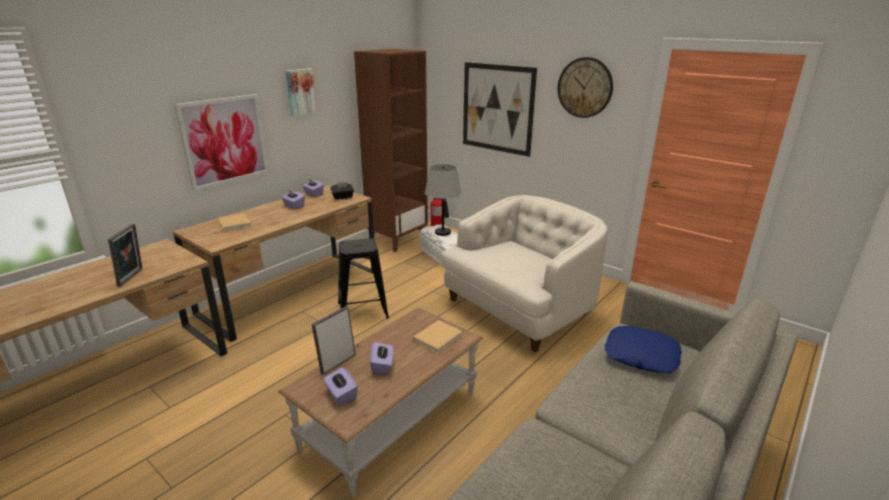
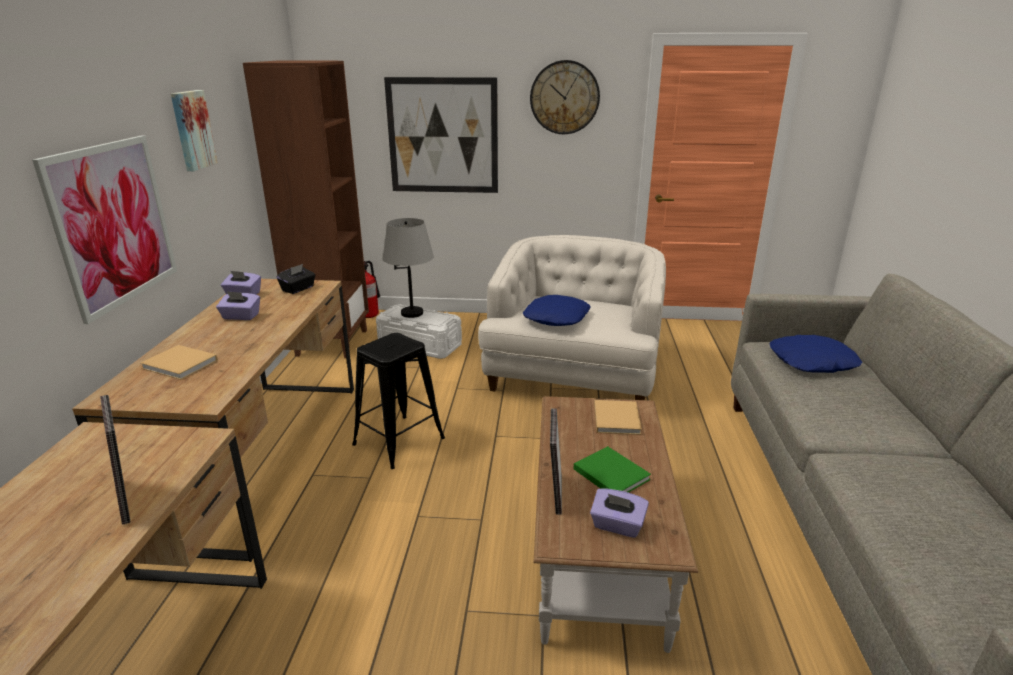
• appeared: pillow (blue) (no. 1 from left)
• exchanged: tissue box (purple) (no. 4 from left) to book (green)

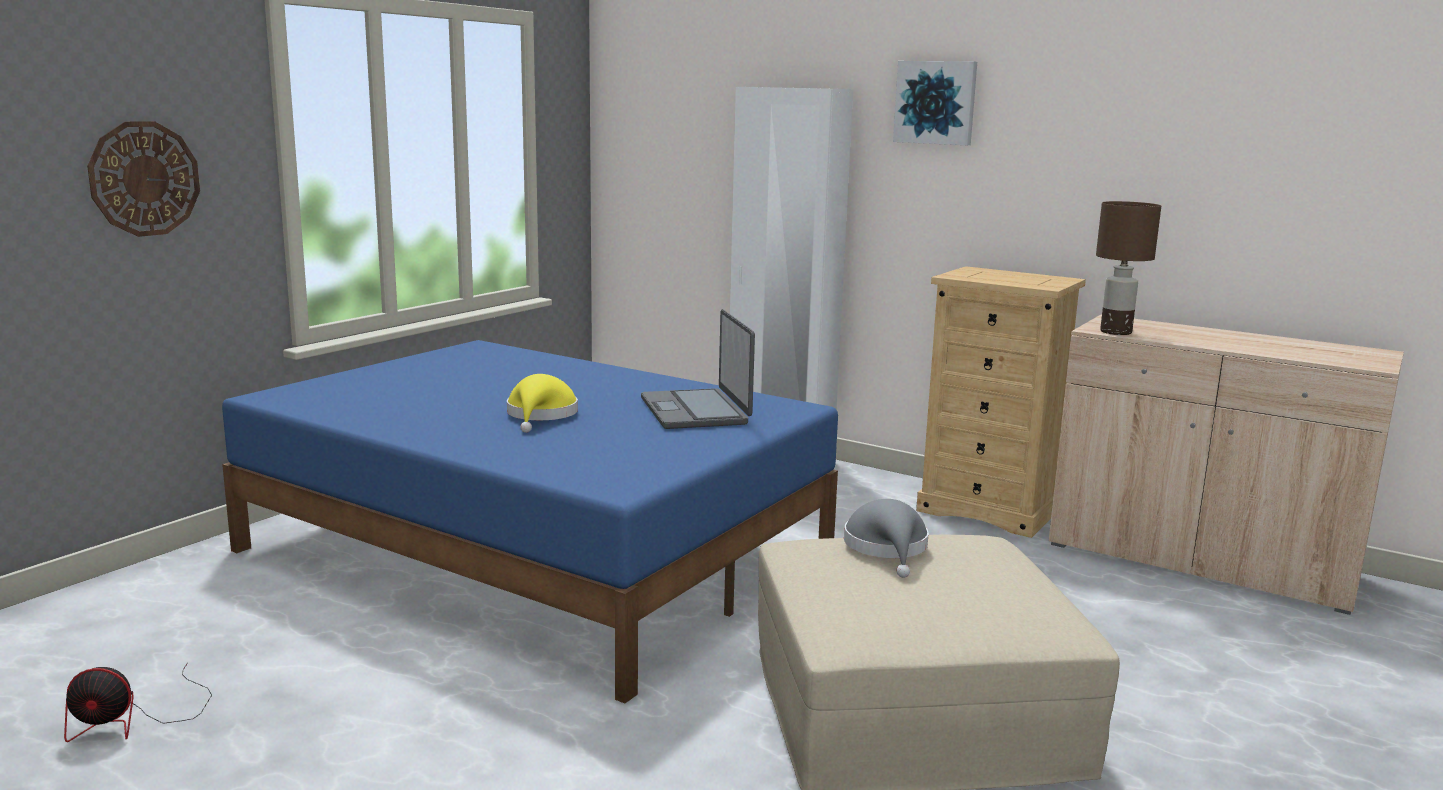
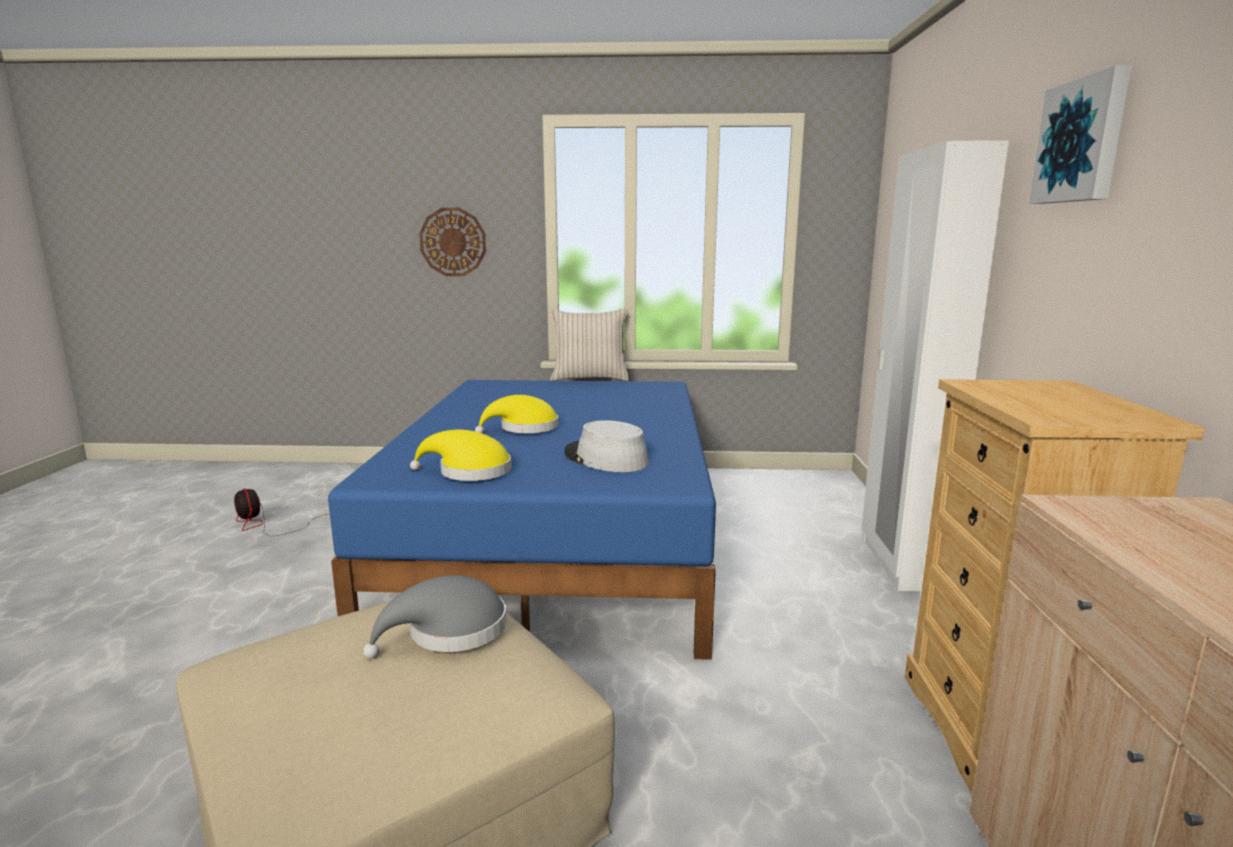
• appeared: hat (yellow) (no. 1 from left)
• appeared: pillow (beige)
• exchanged: laptop to hat (grey) (no. 2 from left)
• missing: table lamp (brown)

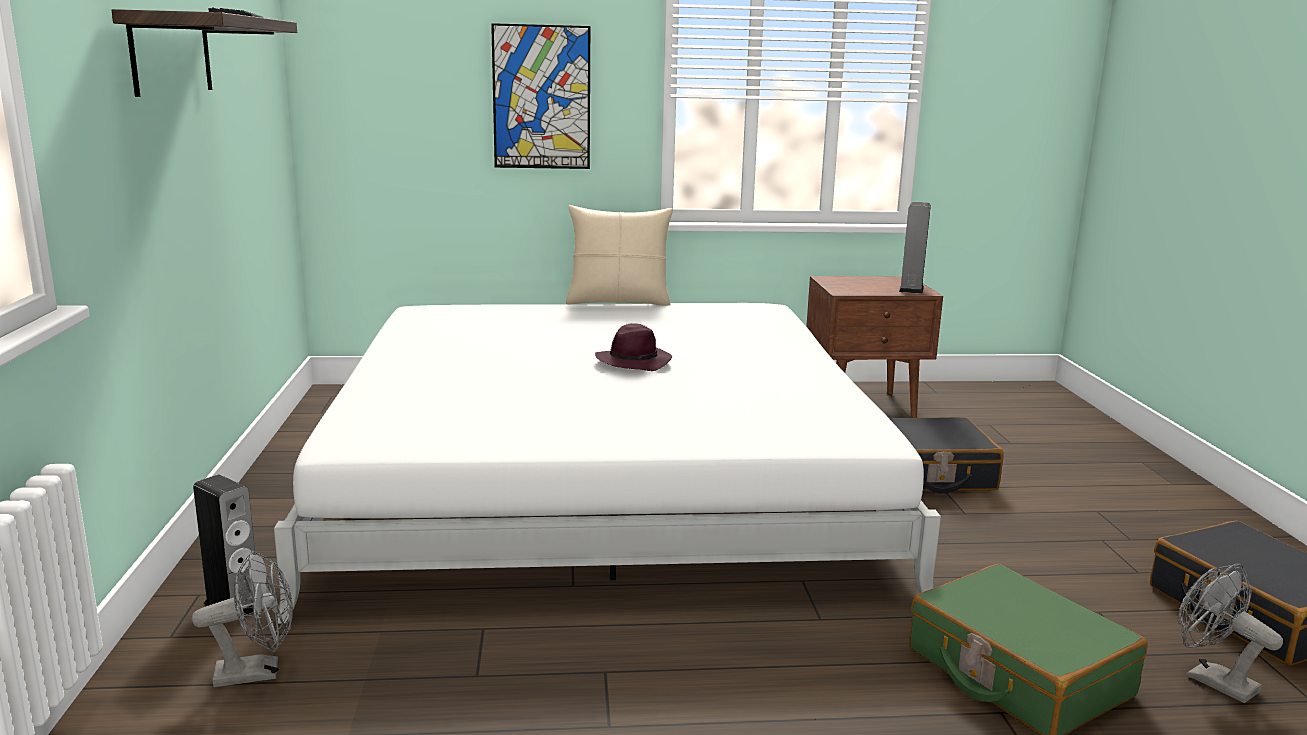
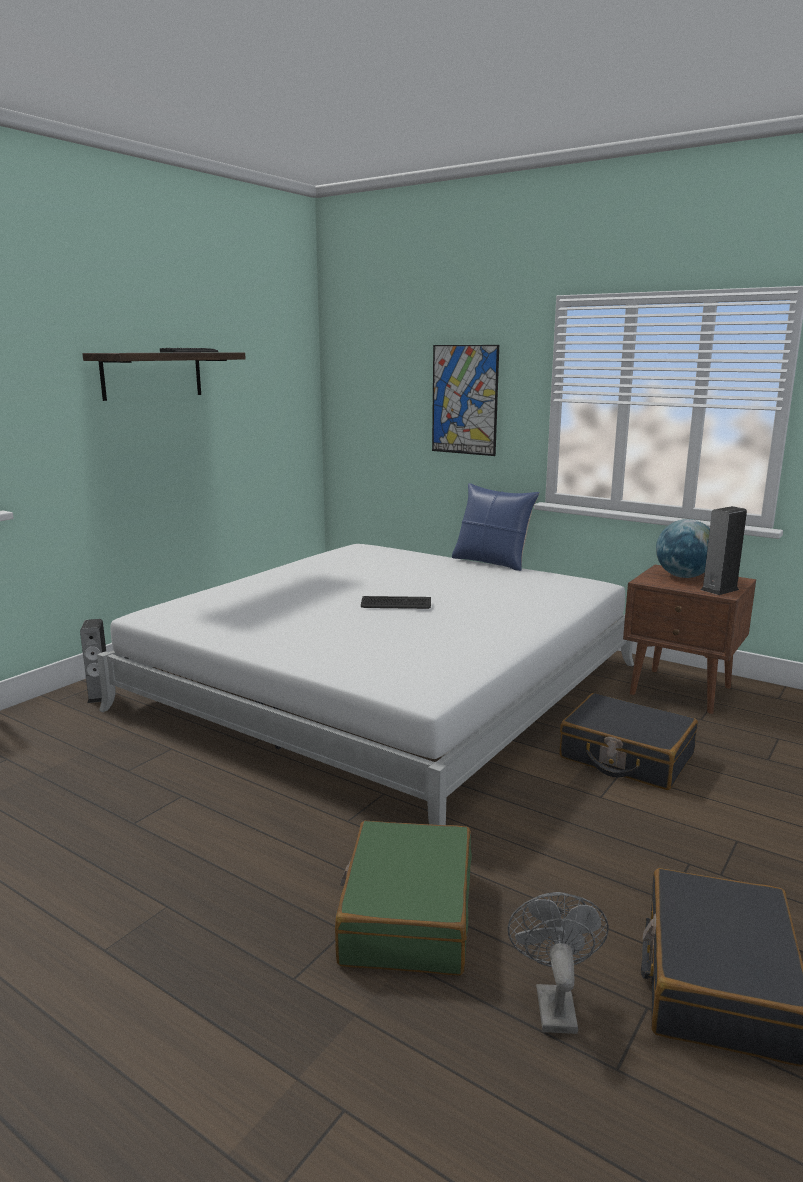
• exchanged: hat (purple) to keyboard (no. 2 from left)
• colour: pillow (beige) to pillow (blue)
• appeared: globe
• missing: fan (grey) (no. 1 from left)

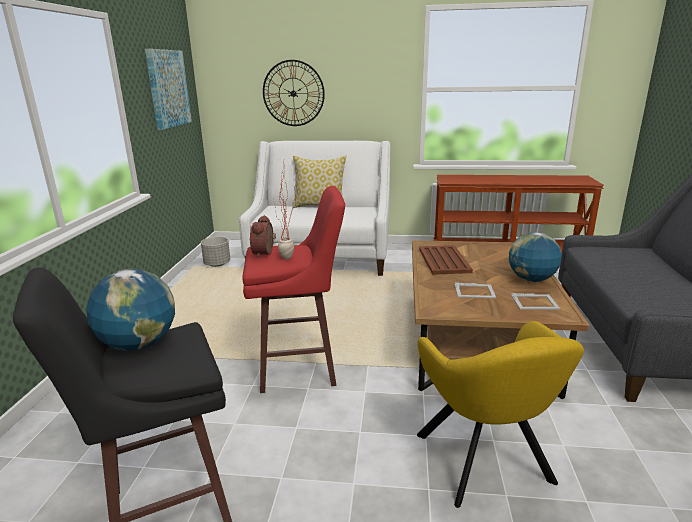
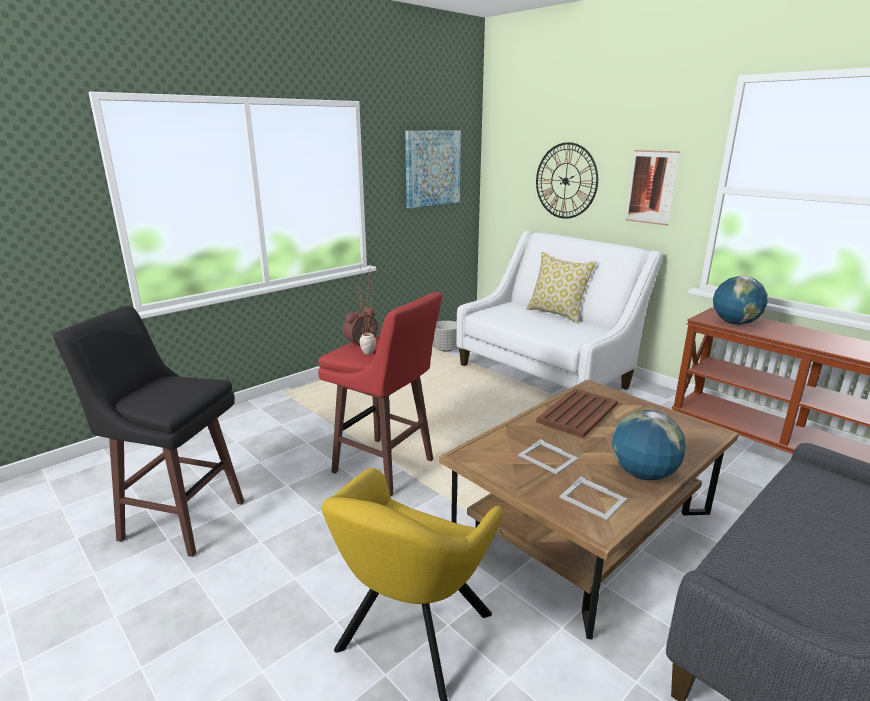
• appeared: picture (no. 2 from left)
• relocated: globe (no. 1 from left in the first image) to globe (no. 2 from left)

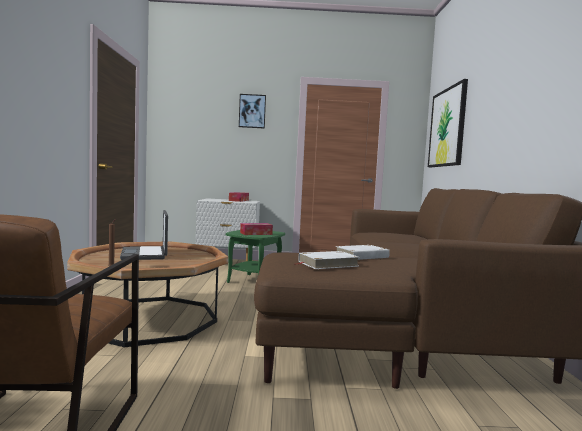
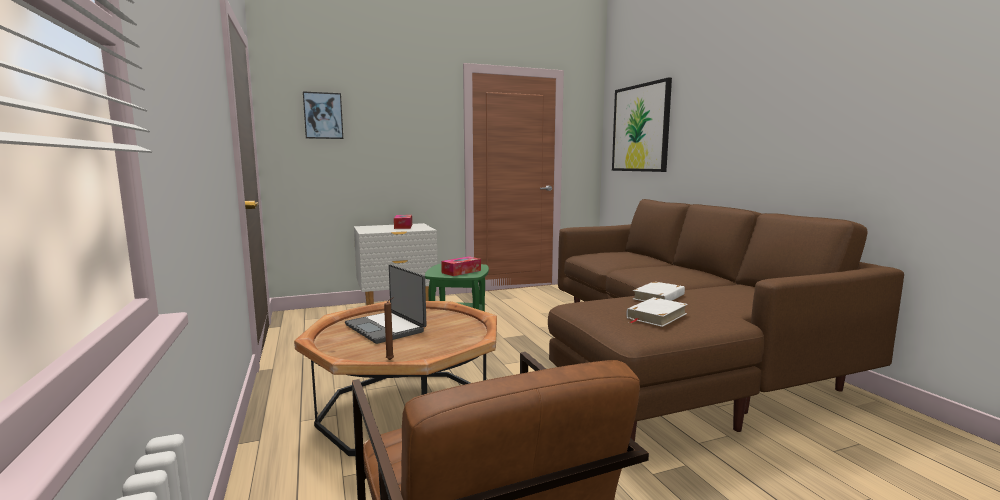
• relocated: picture (no. 1 from left)

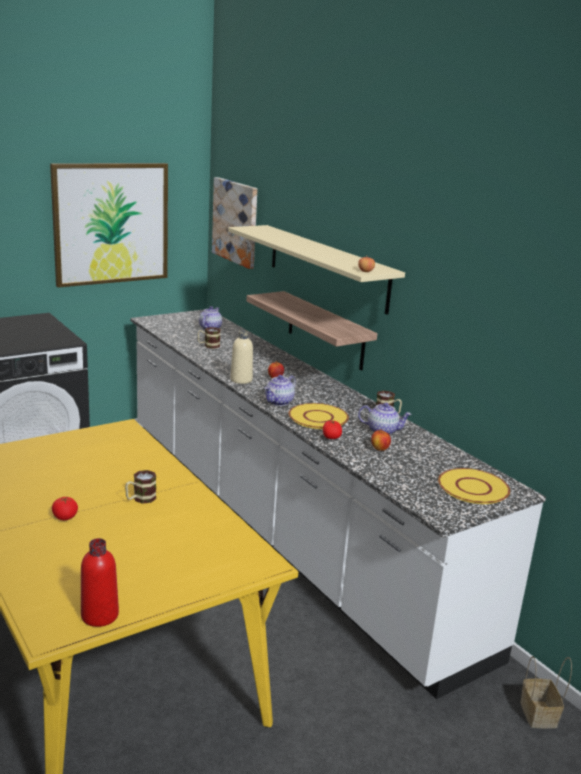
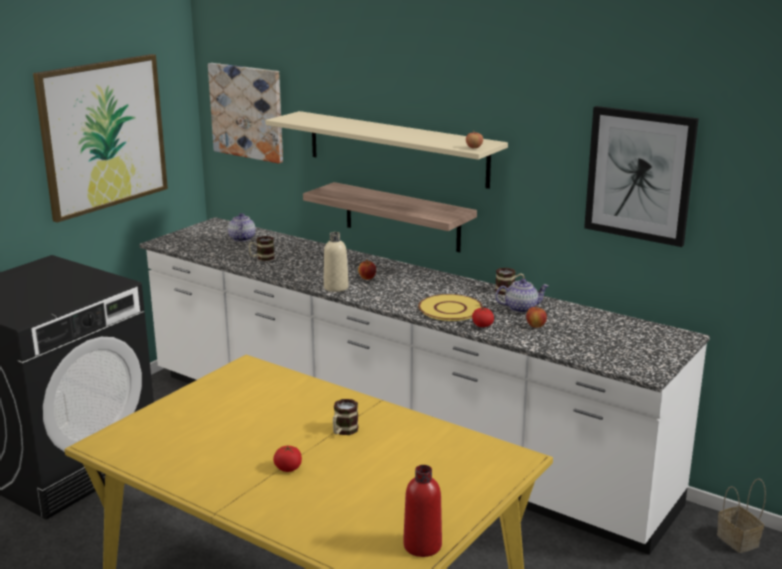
• appeared: picture (no. 3 from left)
• missing: teapot (no. 2 from left)
• missing: plate (yellow) (no. 2 from left)

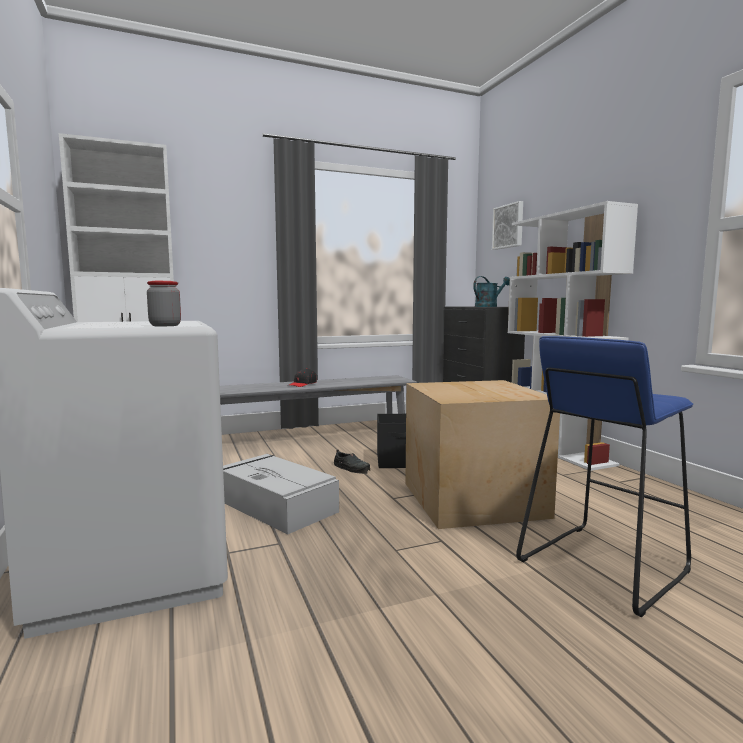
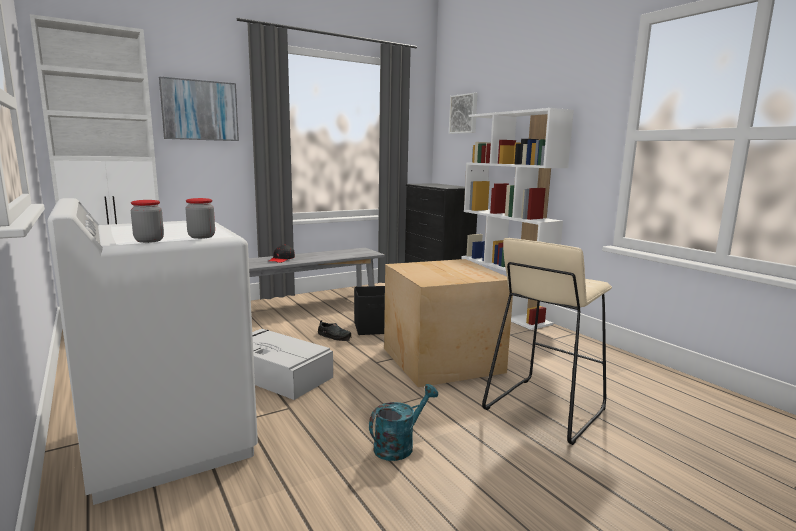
• appeared: jar (no. 1 from left)
• appeared: picture (no. 1 from left)
• relocated: watering can (turquoise)
• colour: stool (blue) to stool (beige)

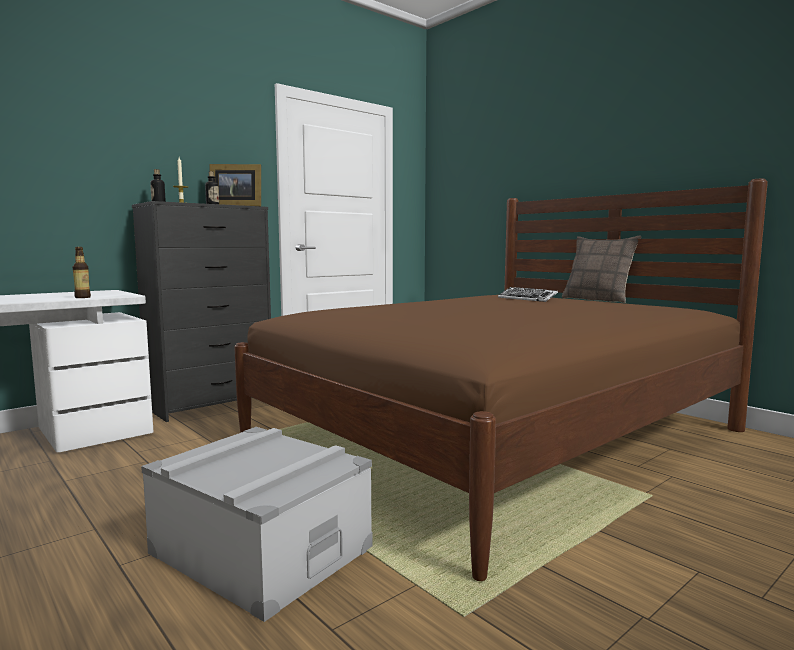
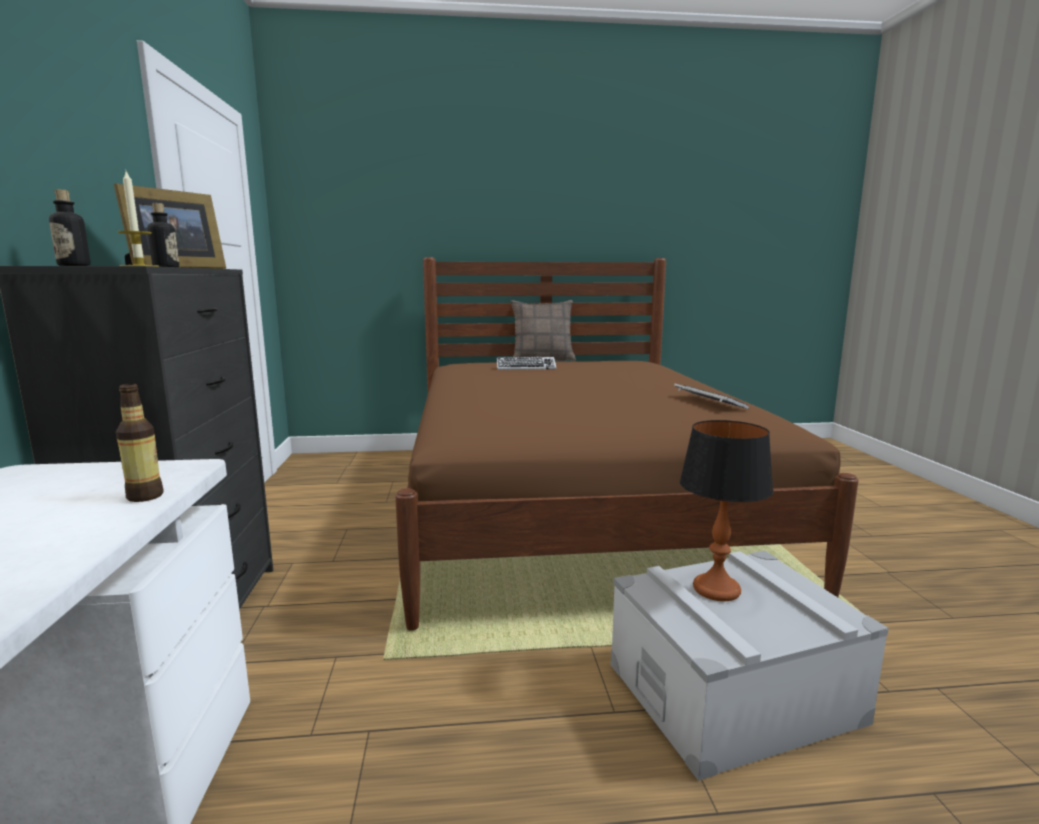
• appeared: keyboard (no. 2 from left)
• appeared: table lamp

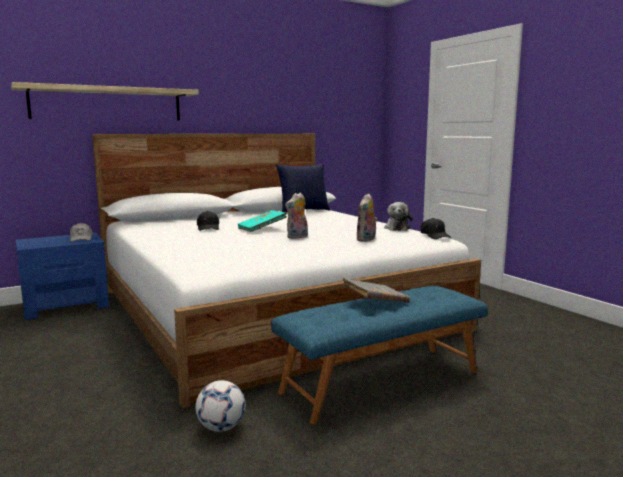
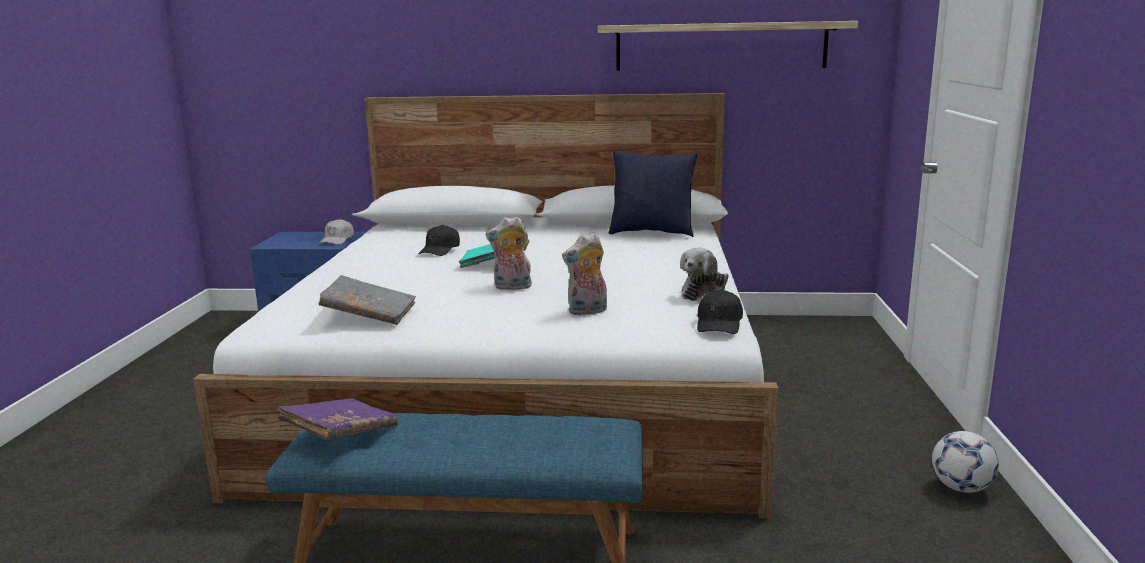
• appeared: book (purple)
• relocated: book (grey)
• relocated: shelf
• relocated: football

